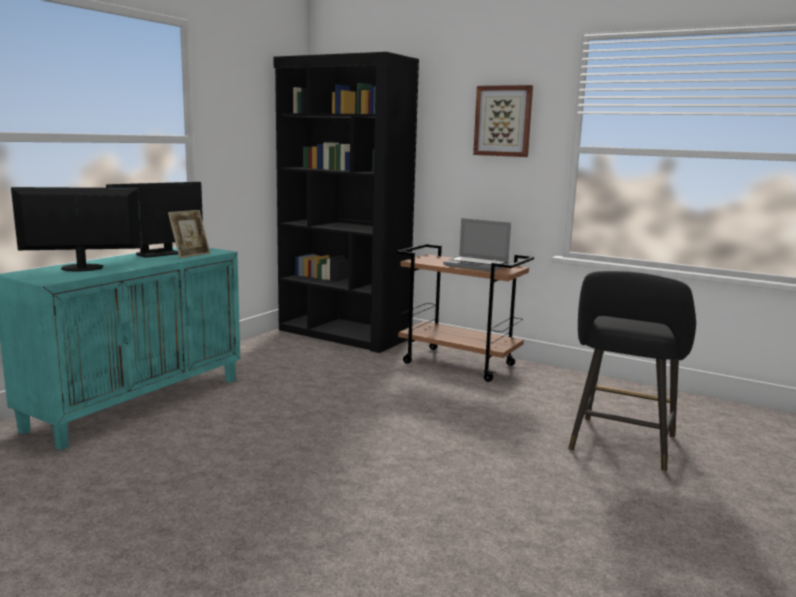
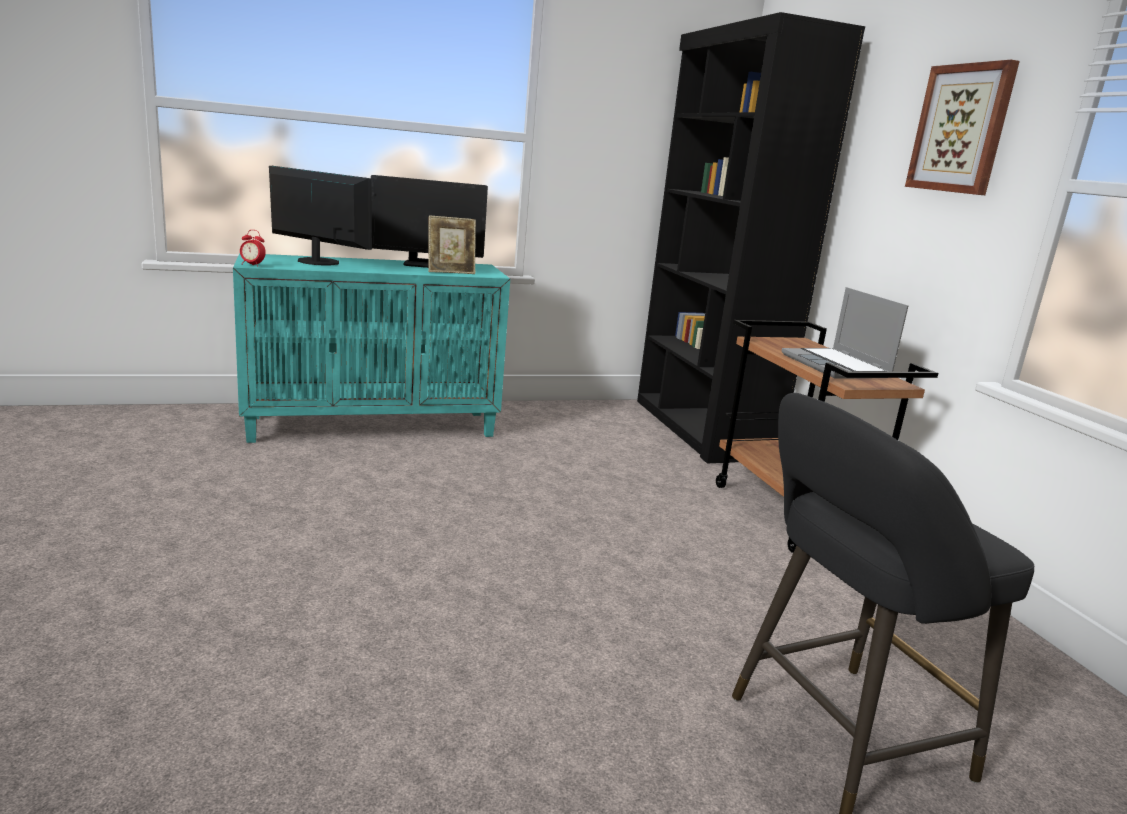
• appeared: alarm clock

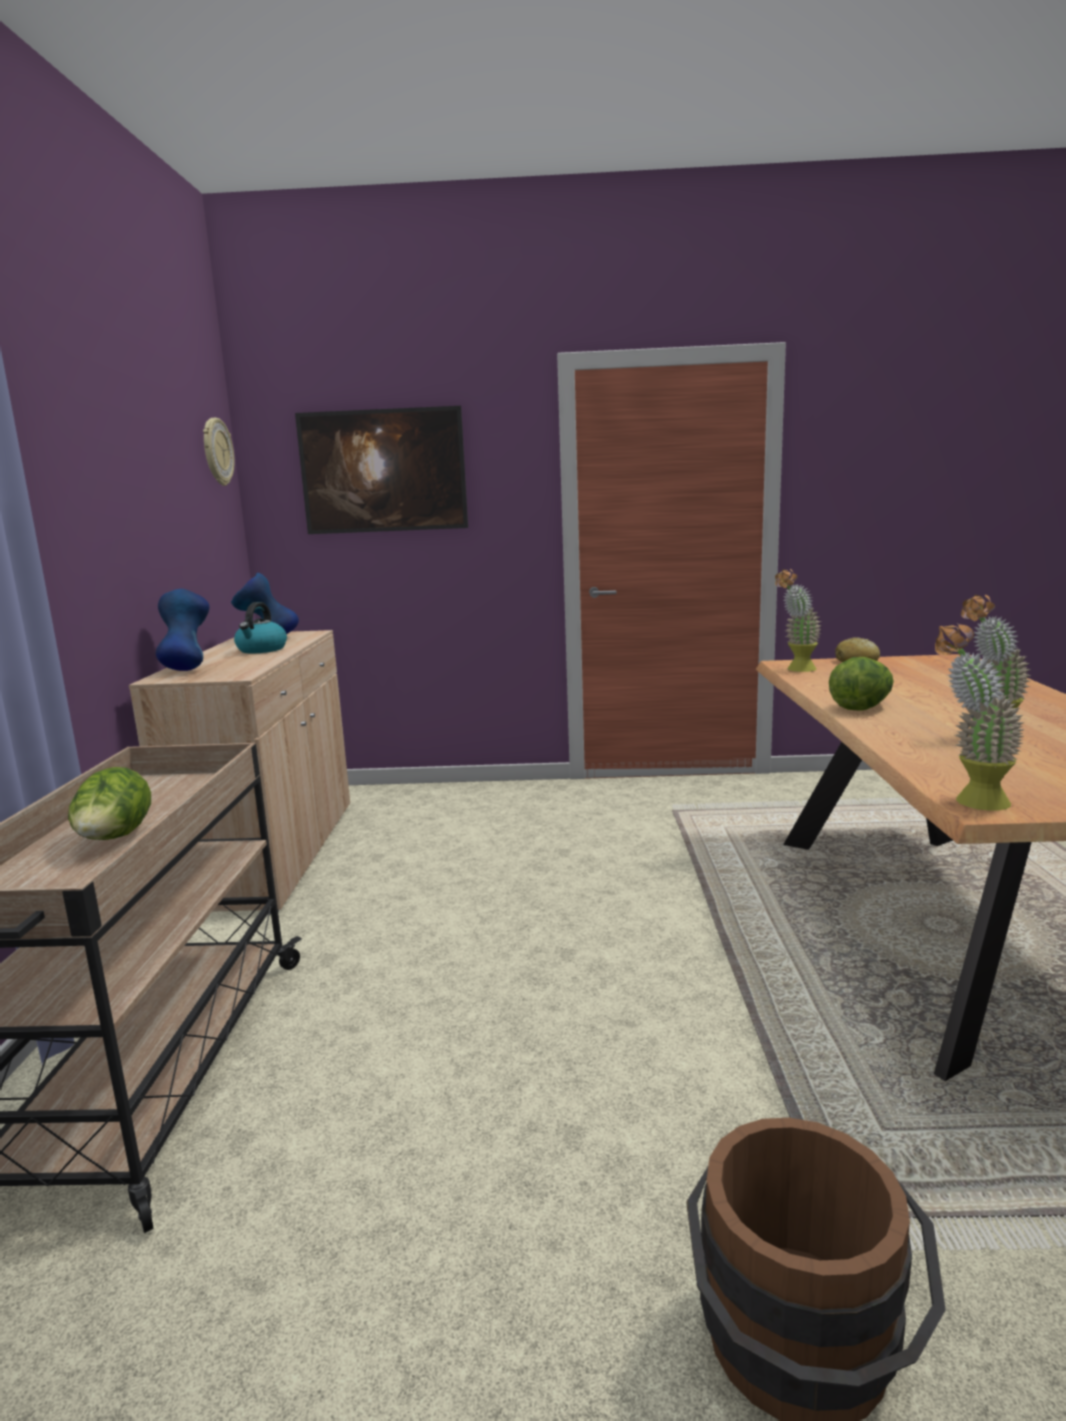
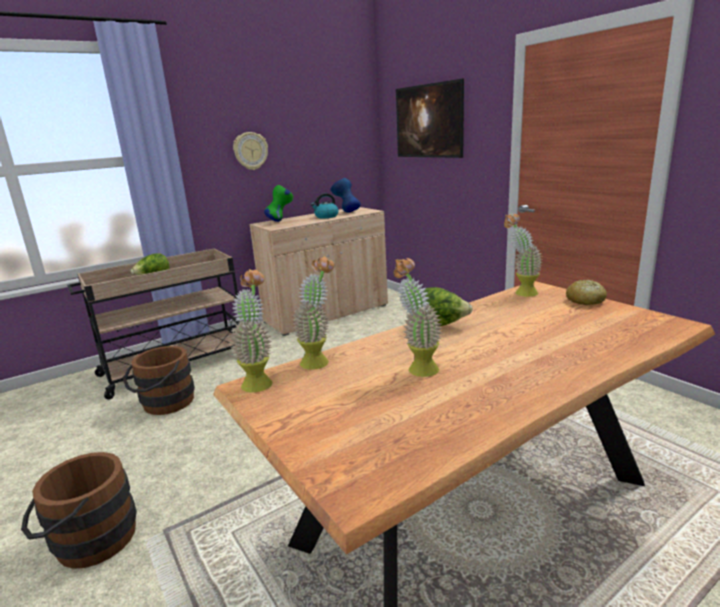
• appeared: bucket (brown) (no. 2 from left)
• relocated: wall clock
• colour: vase (blue) (no. 1 from left) to vase (green)
• appeared: potted plant (no. 2 from left)

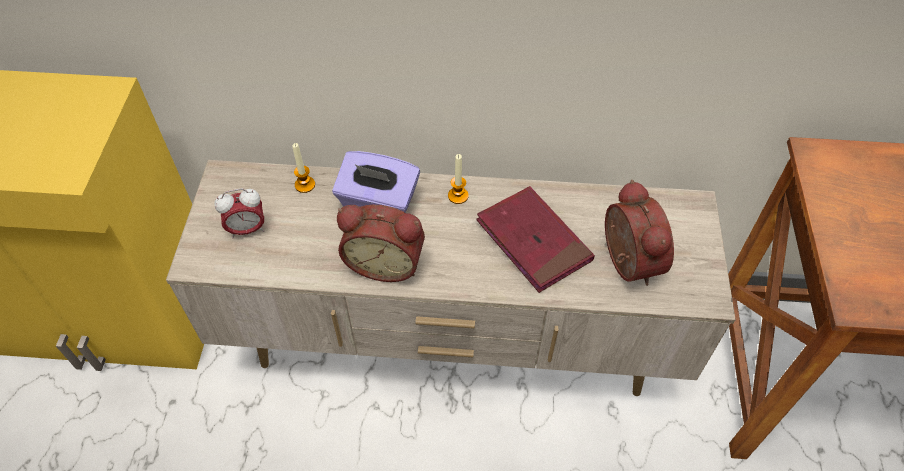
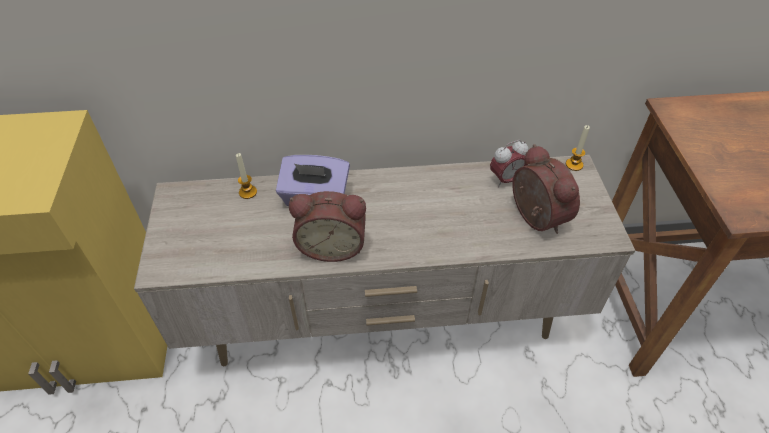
• relocated: alarm clock (no. 1 from left in the first image) to alarm clock (no. 2 from left)
• relocated: candle (no. 2 from left)
• missing: book (red)

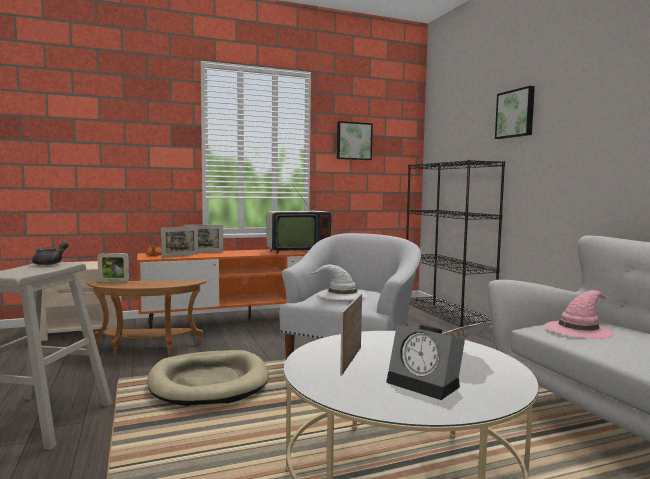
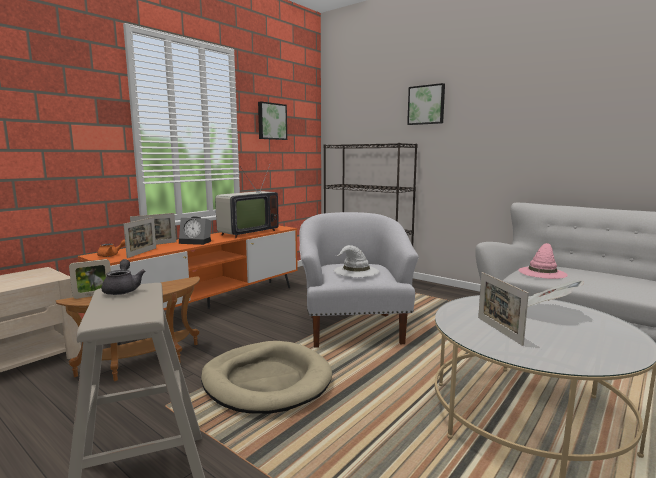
• relocated: alarm clock

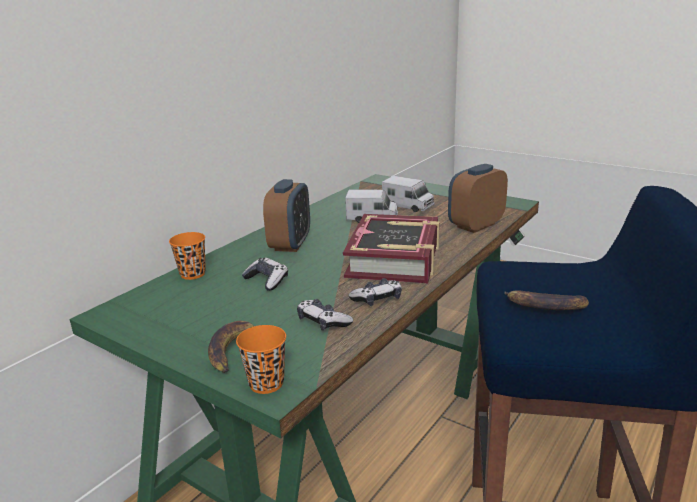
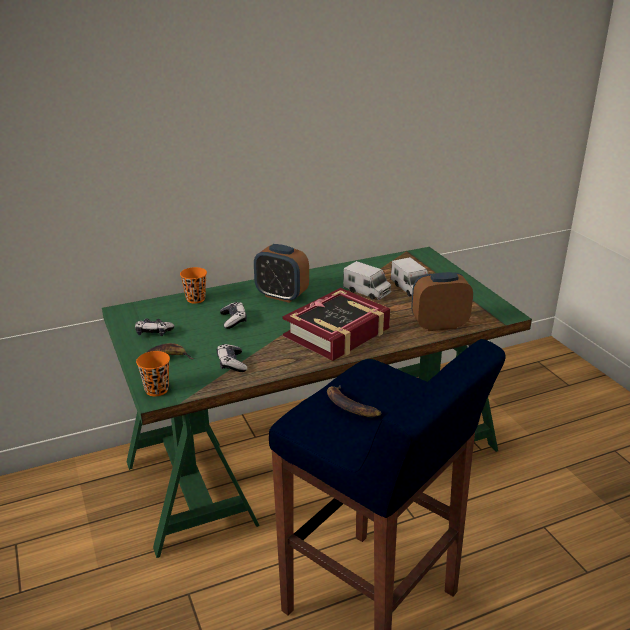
• relocated: game controller (no. 3 from left in the first image) to game controller (no. 1 from left)
• spun: alarm clock (no. 1 from left) 75 degrees clockwise

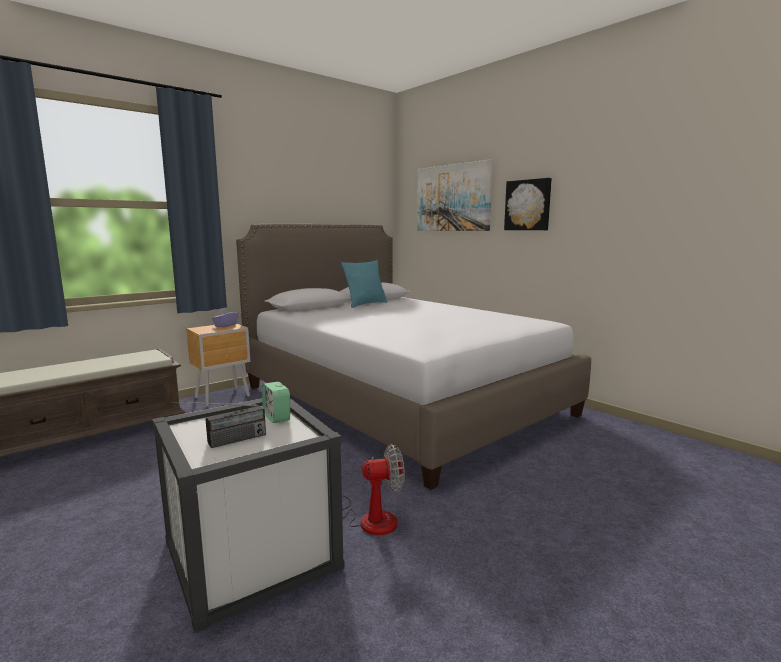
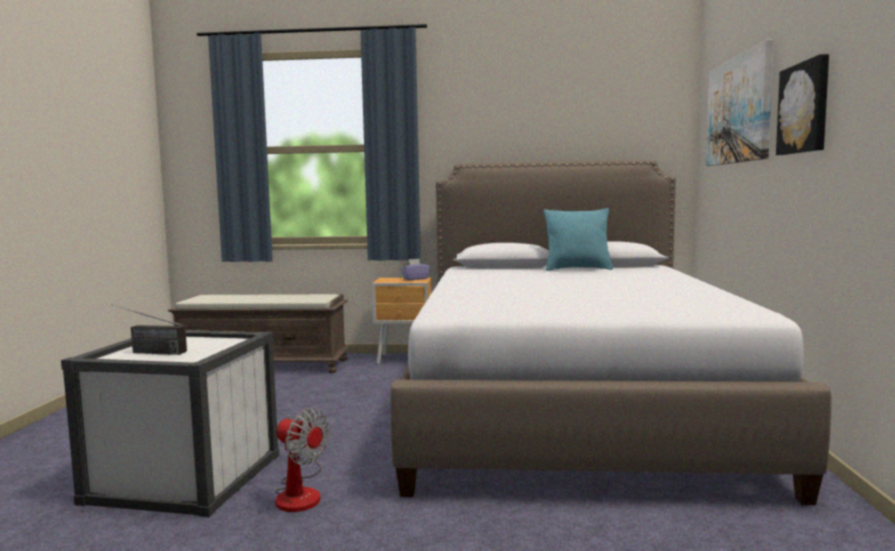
• missing: alarm clock

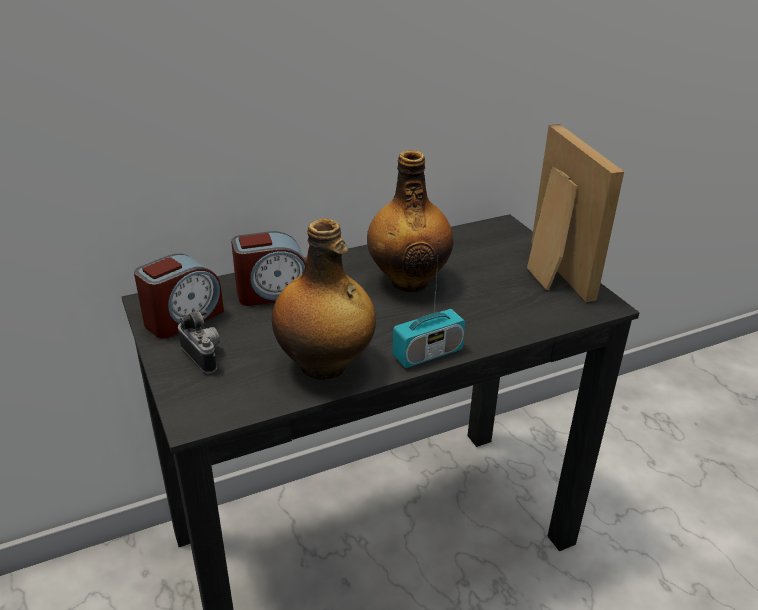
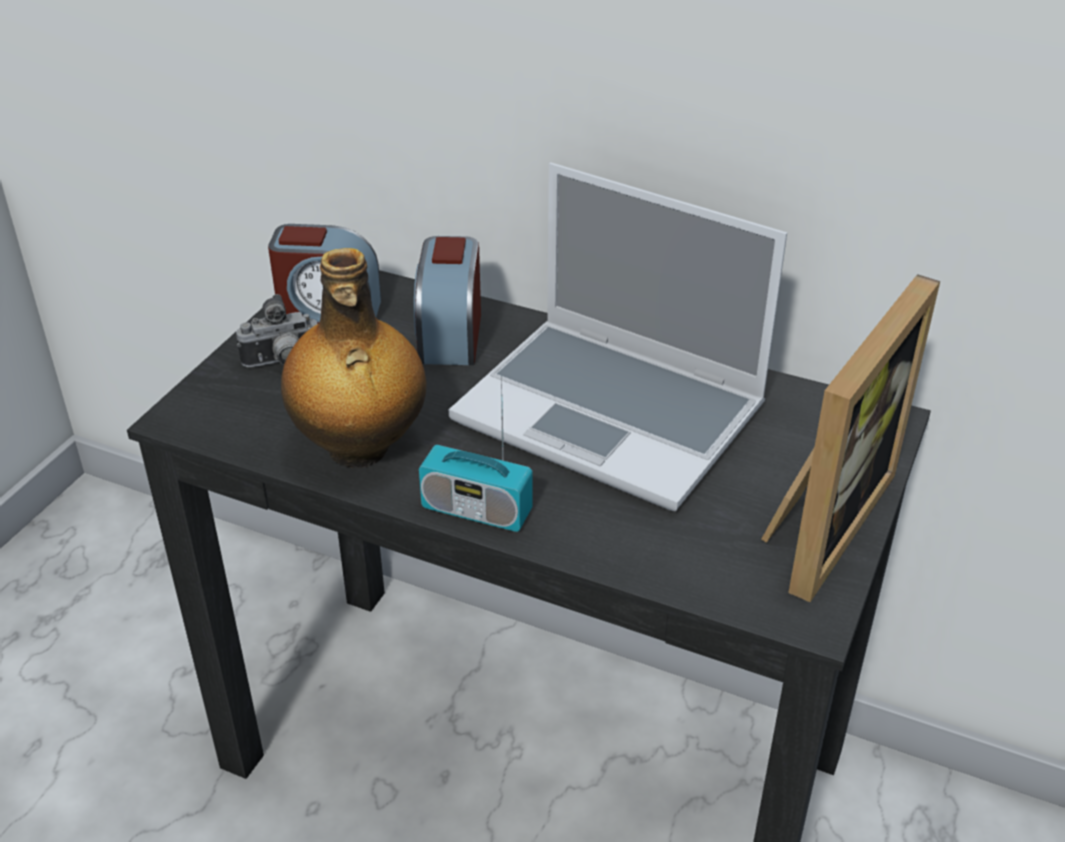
• spun: photo camera 60 degrees clockwise
• spun: alarm clock (no. 2 from left) 60 degrees clockwise
• exchanged: bottle (no. 2 from left) to laptop

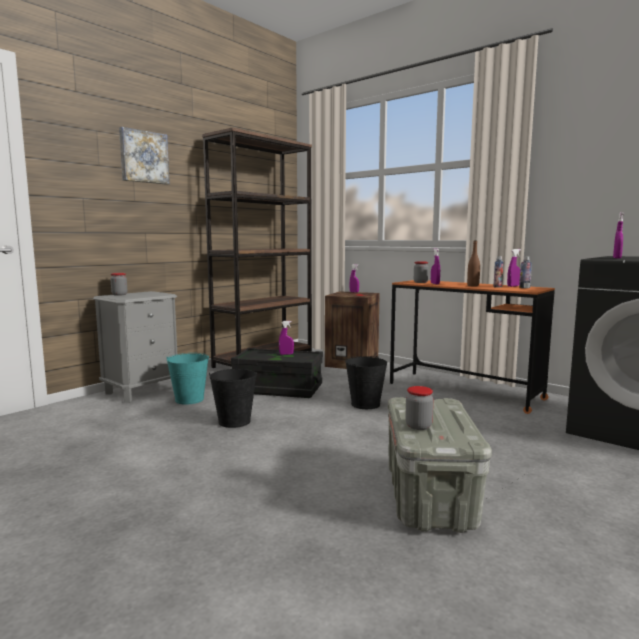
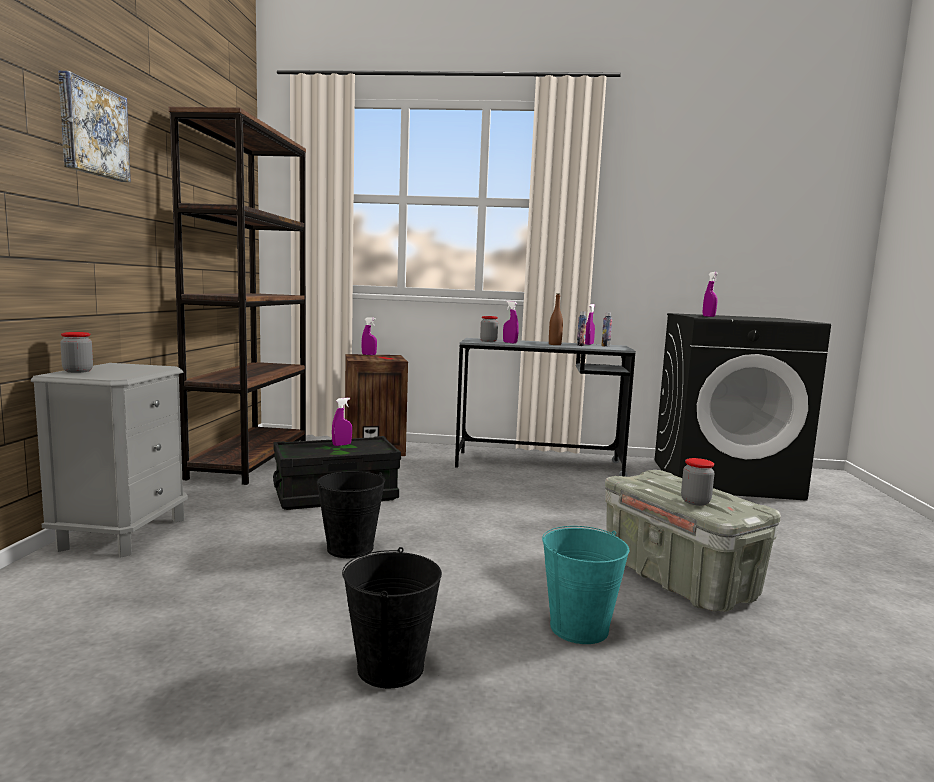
• relocated: bucket (black) (no. 2 from left)
• colour: desk (orange) to desk (grey)
• relocated: bucket (turquoise)

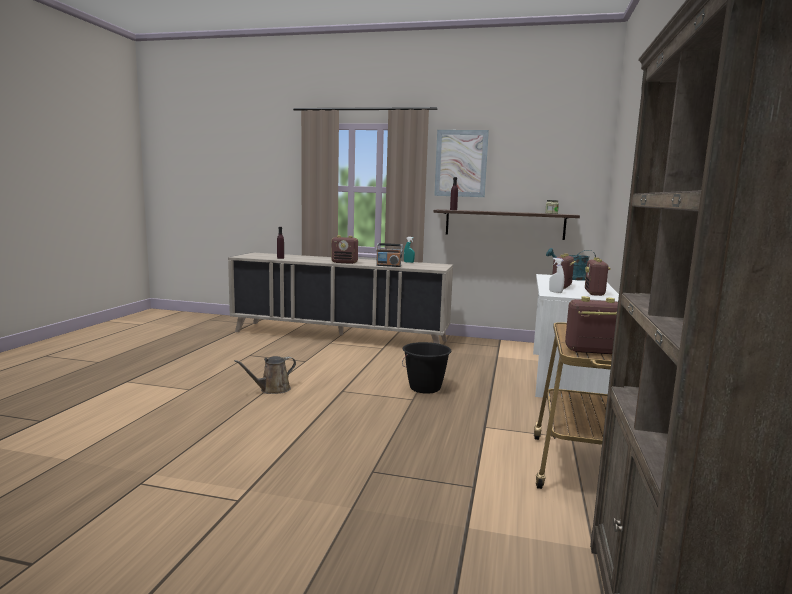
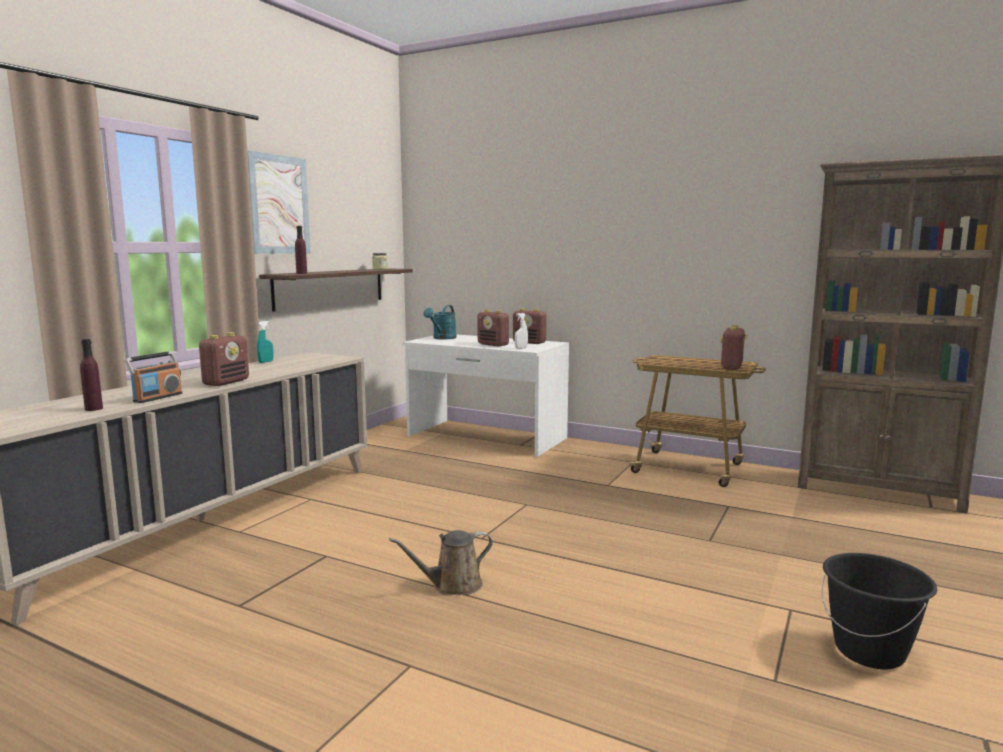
• relocated: radio (no. 2 from left in the first image) to radio (no. 1 from left)
• spun: watering can (brown) 90 degrees clockwise
• relocated: bucket (black)

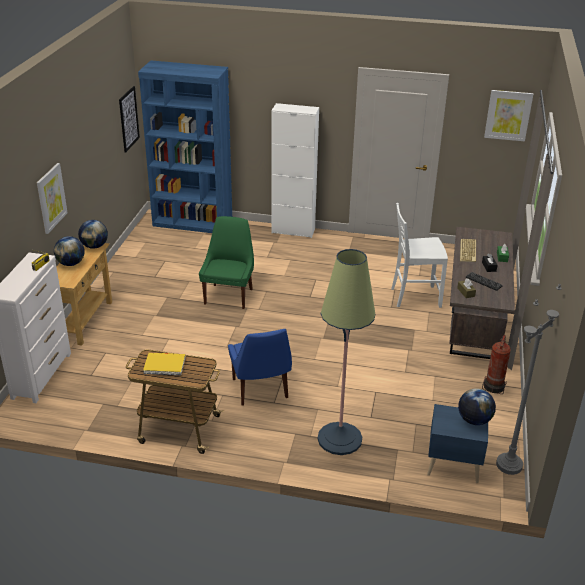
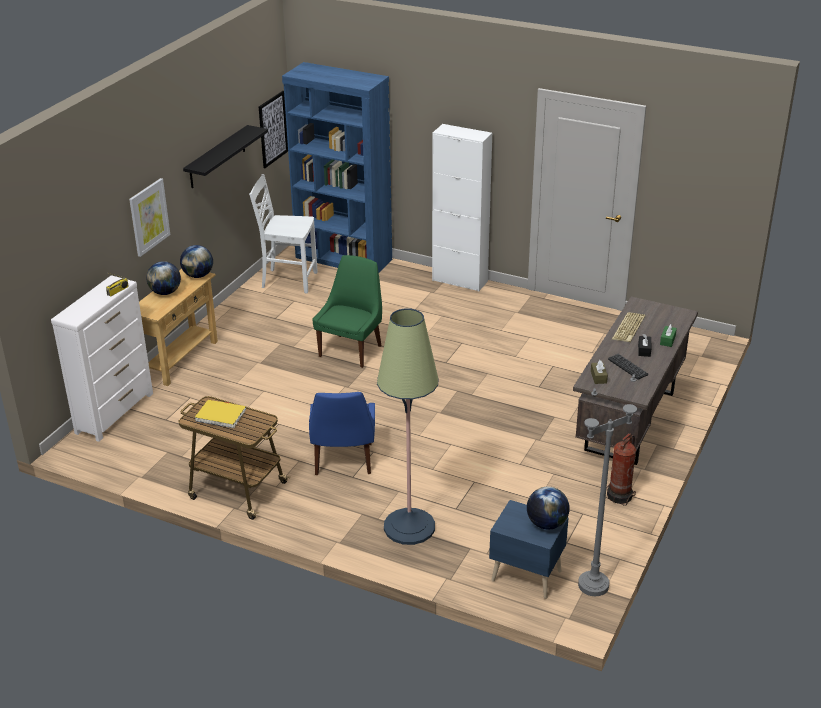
• appeared: shelf (black)
• relocated: chair (white)
• missing: picture (no. 3 from left)

